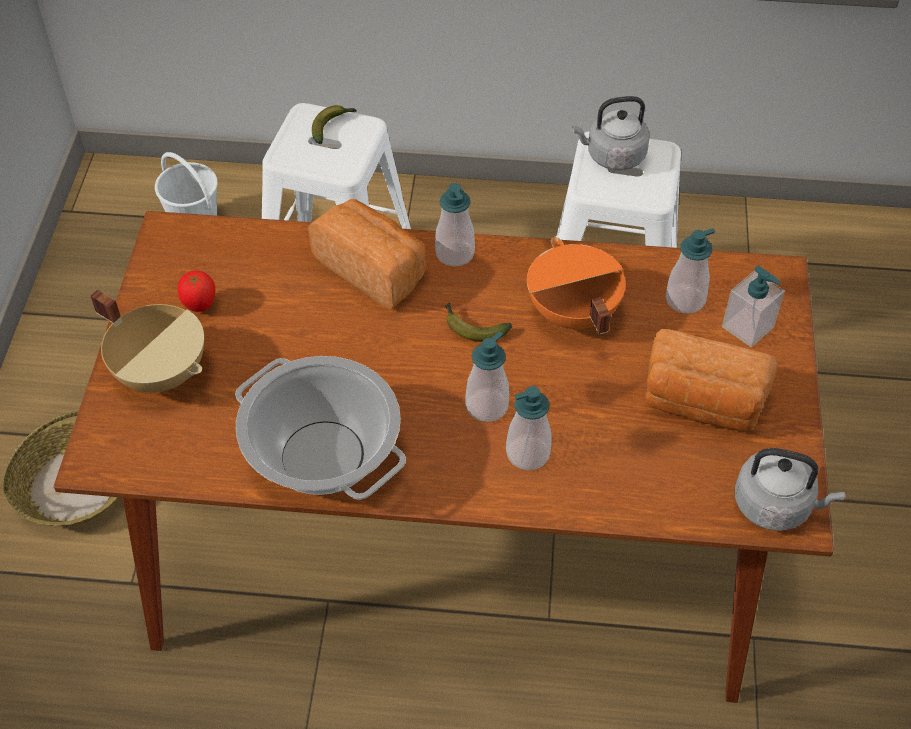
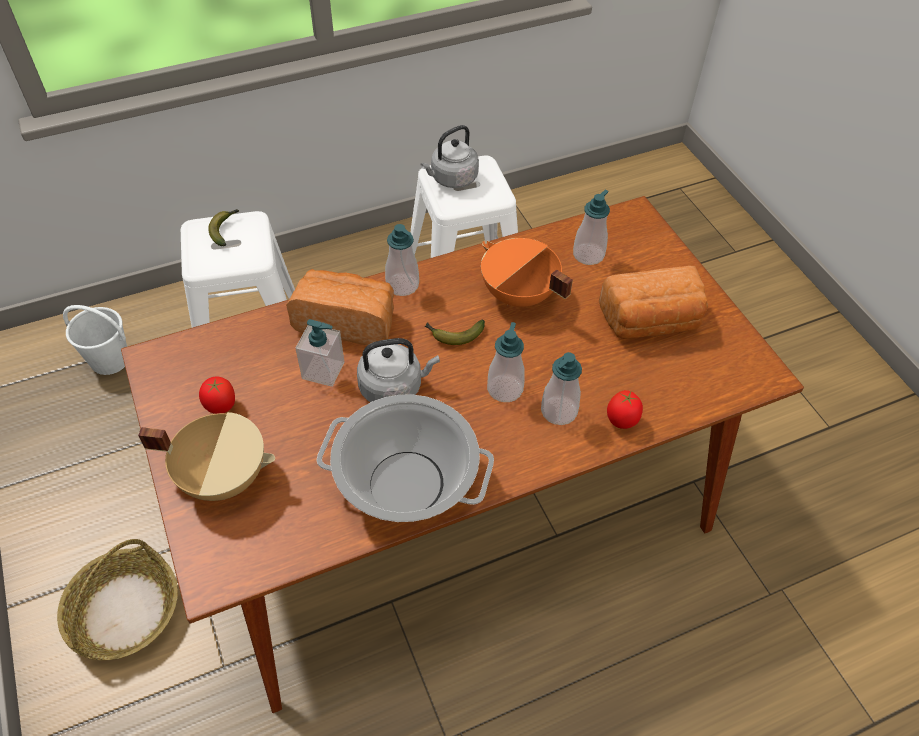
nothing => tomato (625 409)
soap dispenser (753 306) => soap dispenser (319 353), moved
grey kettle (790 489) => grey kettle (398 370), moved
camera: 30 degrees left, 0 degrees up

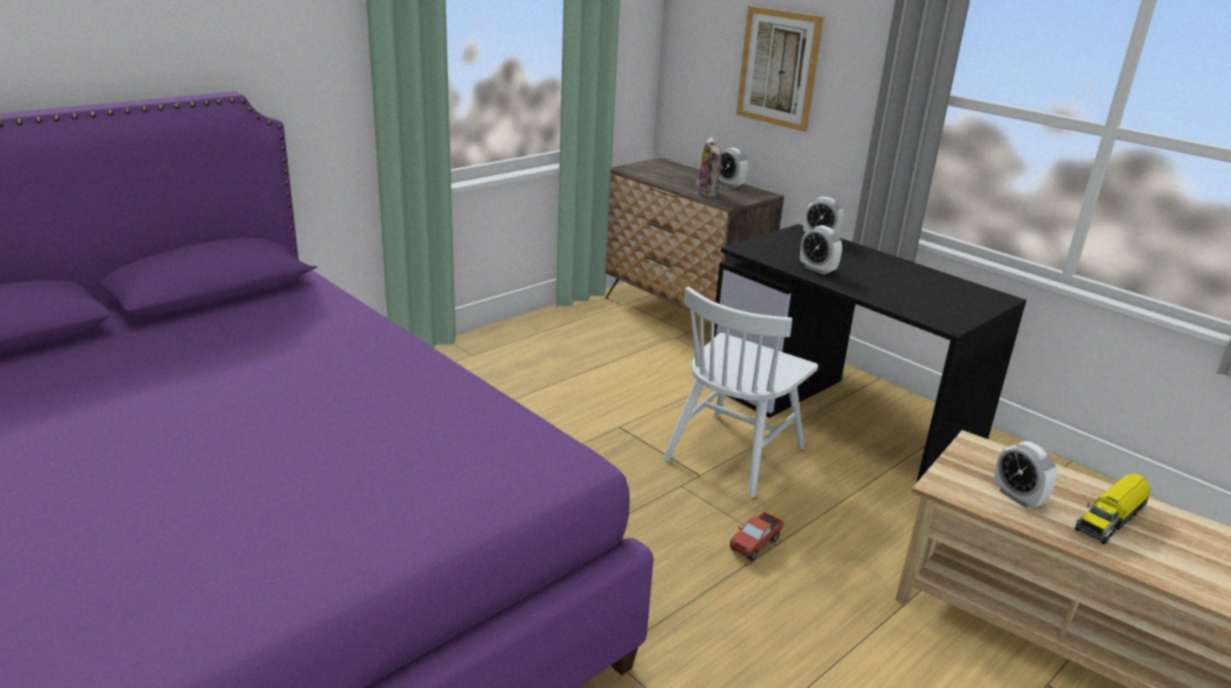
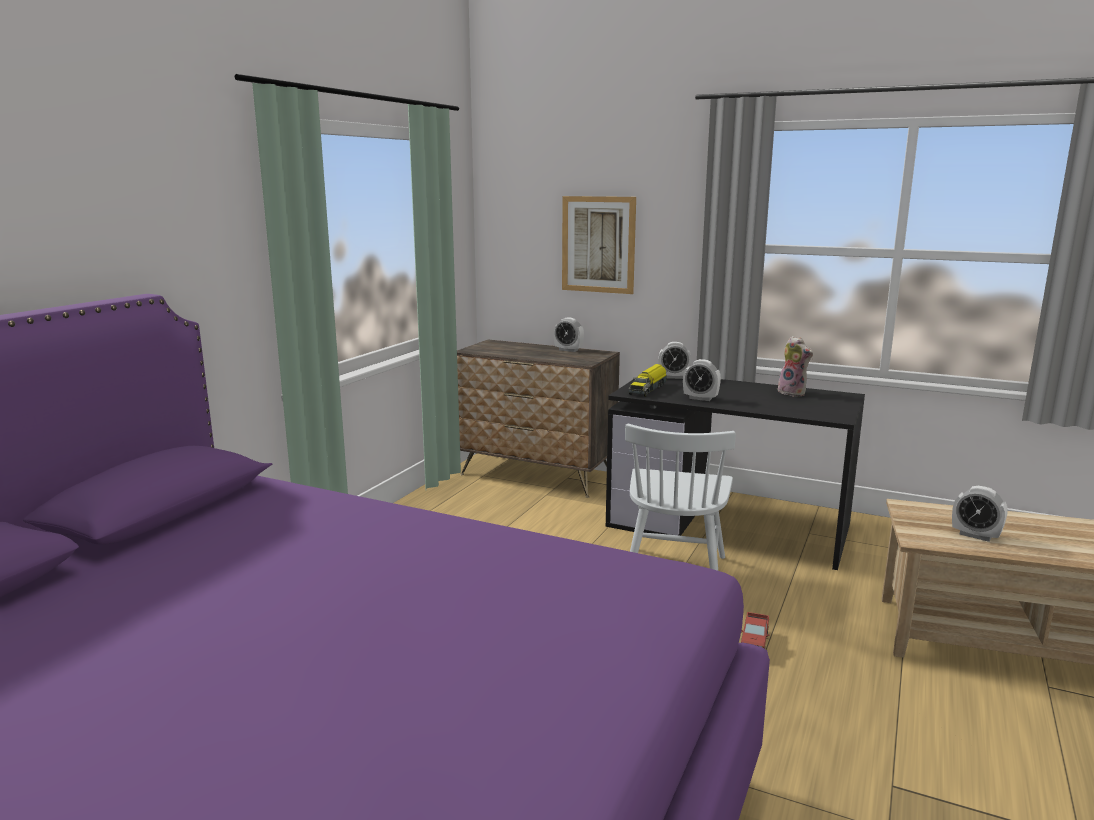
plush toy (709 167) => plush toy (795 366), moved
toy truck (1112 509) => toy truck (648 380), moved
camera: 20 degrees left, 10 degrees down

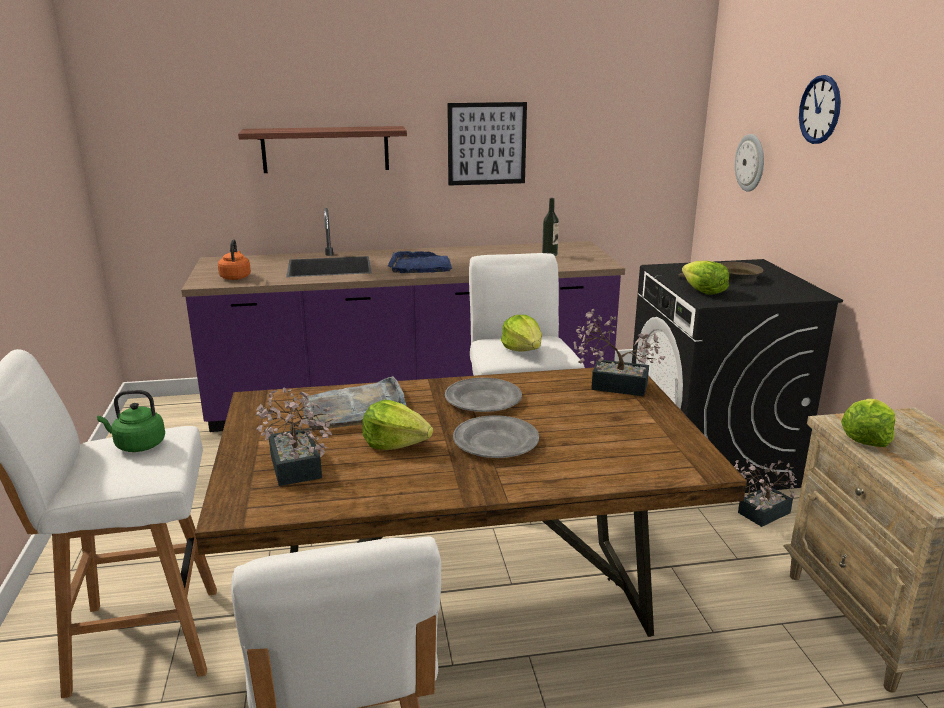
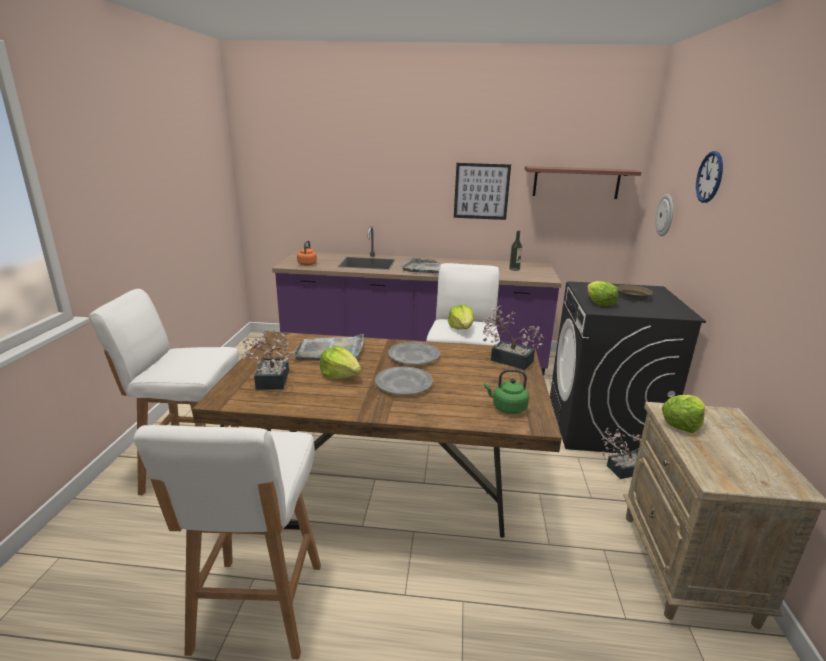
green kettle (131 421) => green kettle (506 391), moved
shelf (322 149) => shelf (583 182), moved
blue tray (420 262) => grey tray (421 265)
camera: 15 degrees right, 0 degrees up

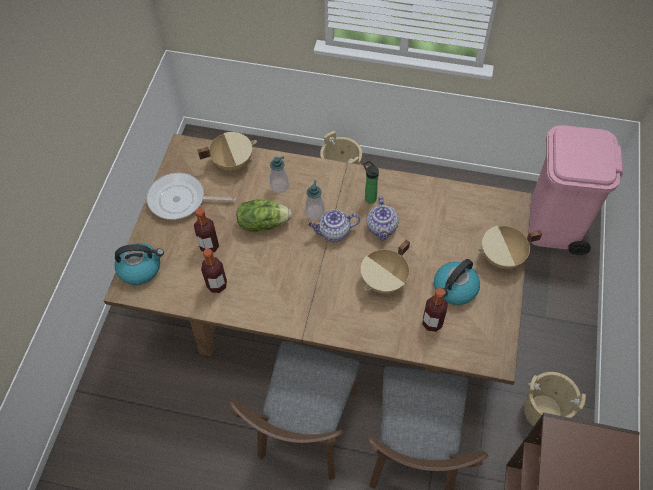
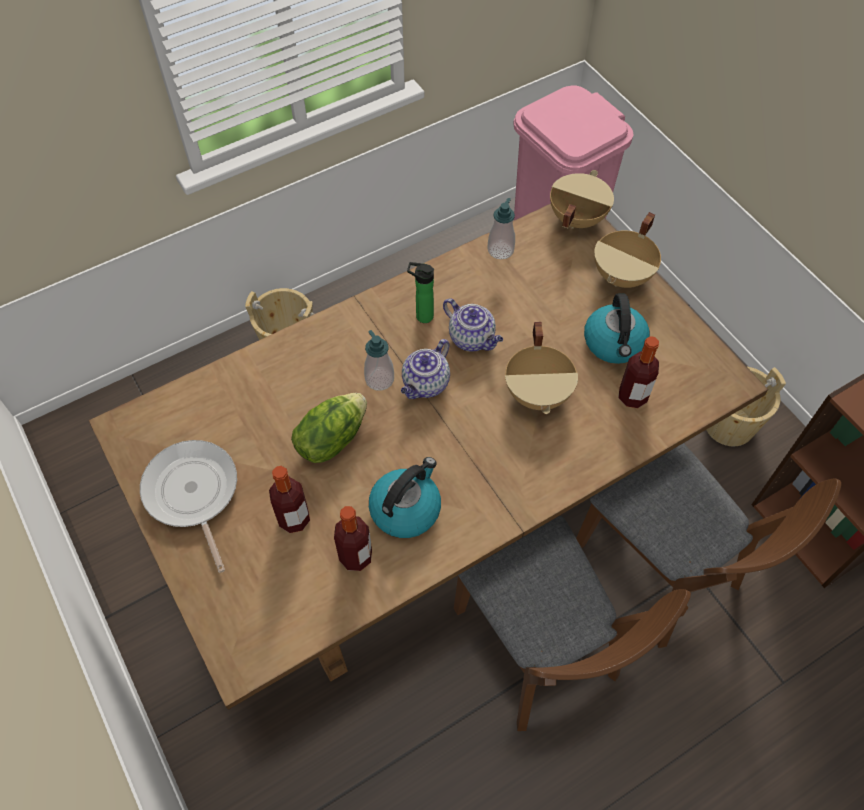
kettle (139 264) => kettle (405 497), moved
beige cooking pot (227 151) => beige cooking pot (582 199), moved
soap dispenser (279 174) => soap dispenser (501 228), moved
frying pan (191 196) => frying pan (188 506), 105 degrees clockwise
camera: 45 degrees left, 0 degrees up

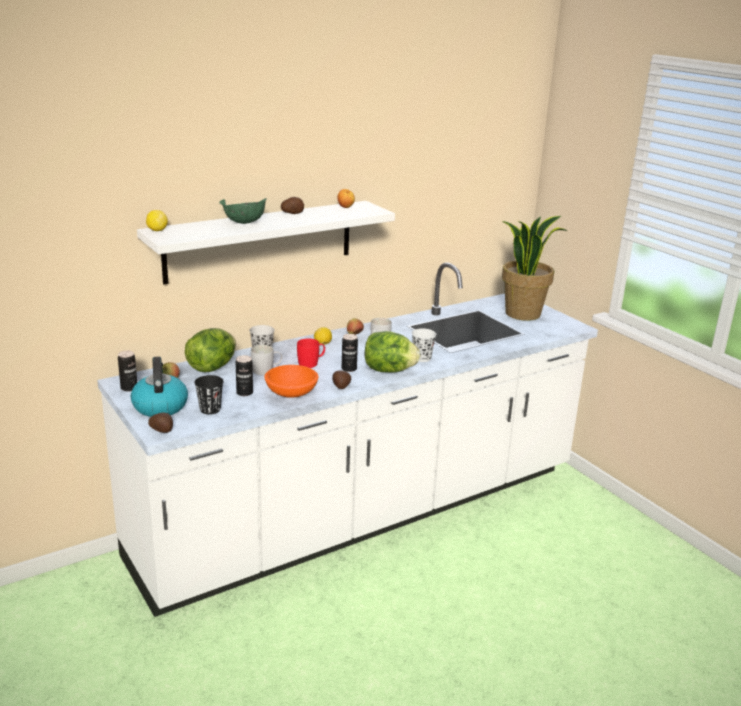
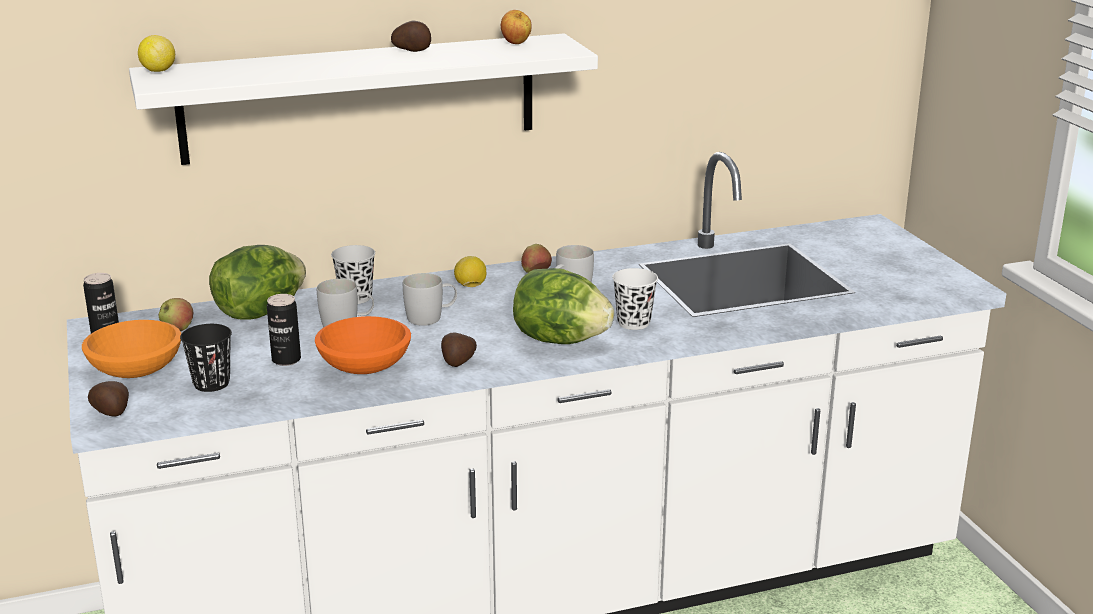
green bowl (243 211) => nothing
can (350 353) => nothing
potted plant (535 268) => nothing
kettle (159 387) => orange bowl (131 349)
red mug (311 353) => white mug (430 299)
camera: 15 degrees right, 0 degrees up

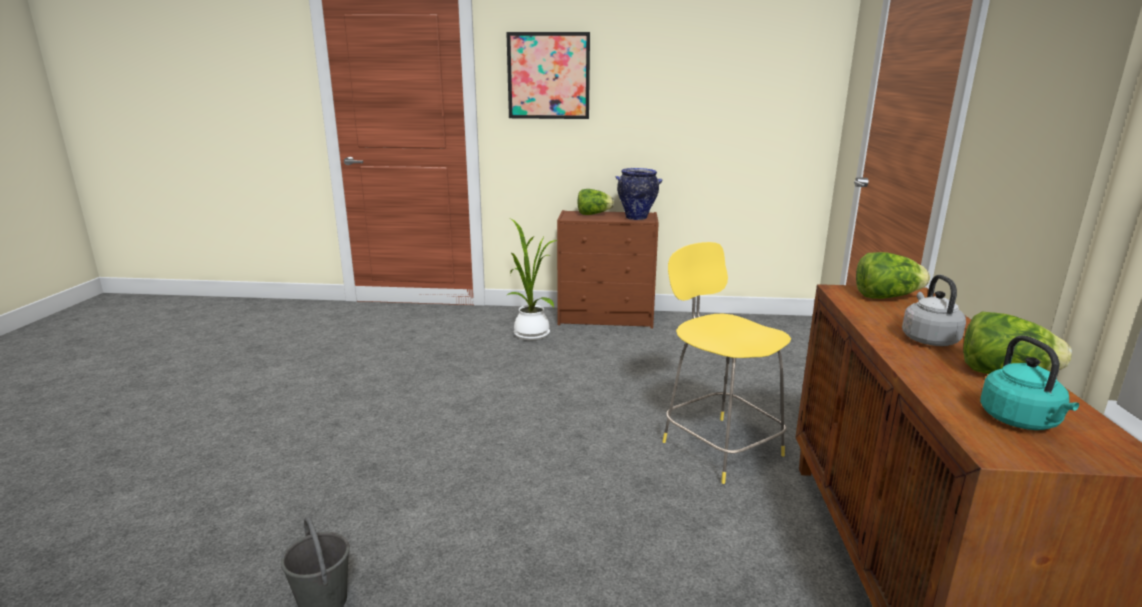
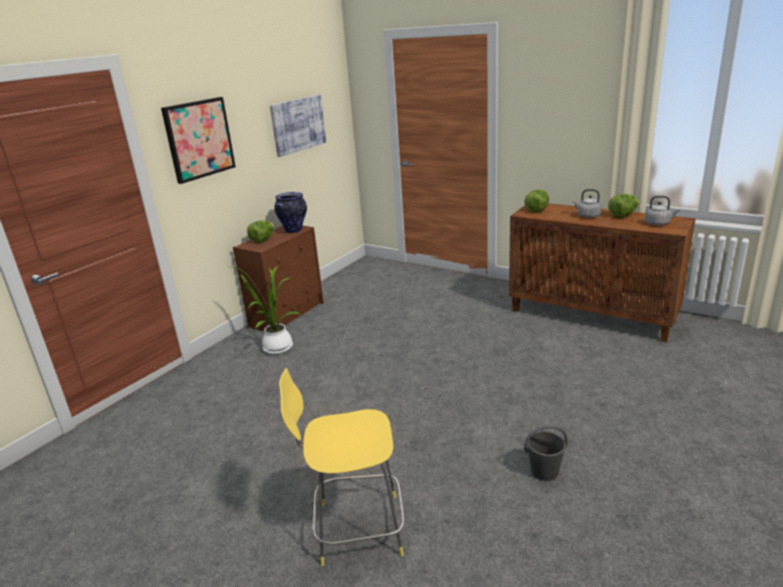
nothing => picture (298 126)
yellow stool (726 363) => yellow stool (342 467), moved
turquoise kettle (1029 382) => grey kettle (662 210)
camera: 60 degrees left, 5 degrees up

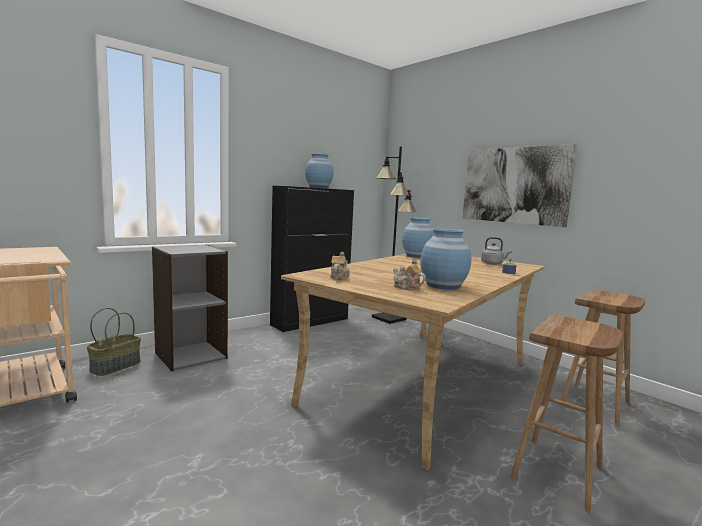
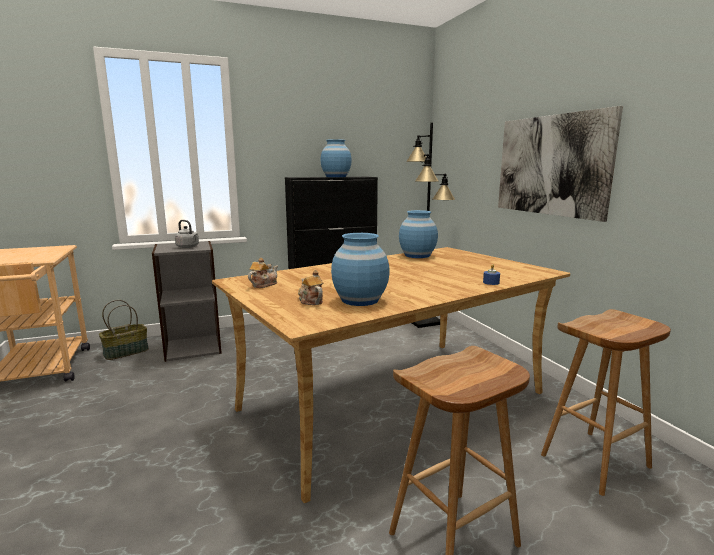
grey kettle (496 251) => grey kettle (187 234), moved
camera: 20 degrees right, 5 degrees up

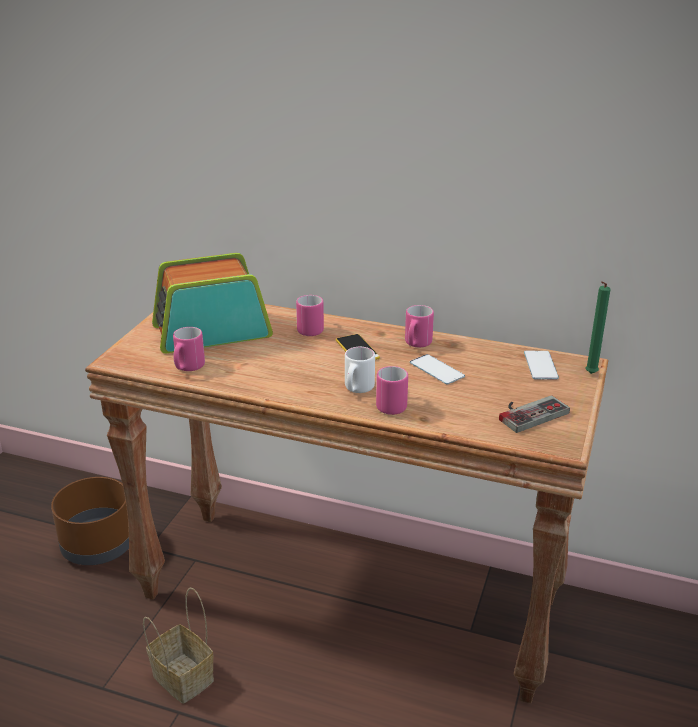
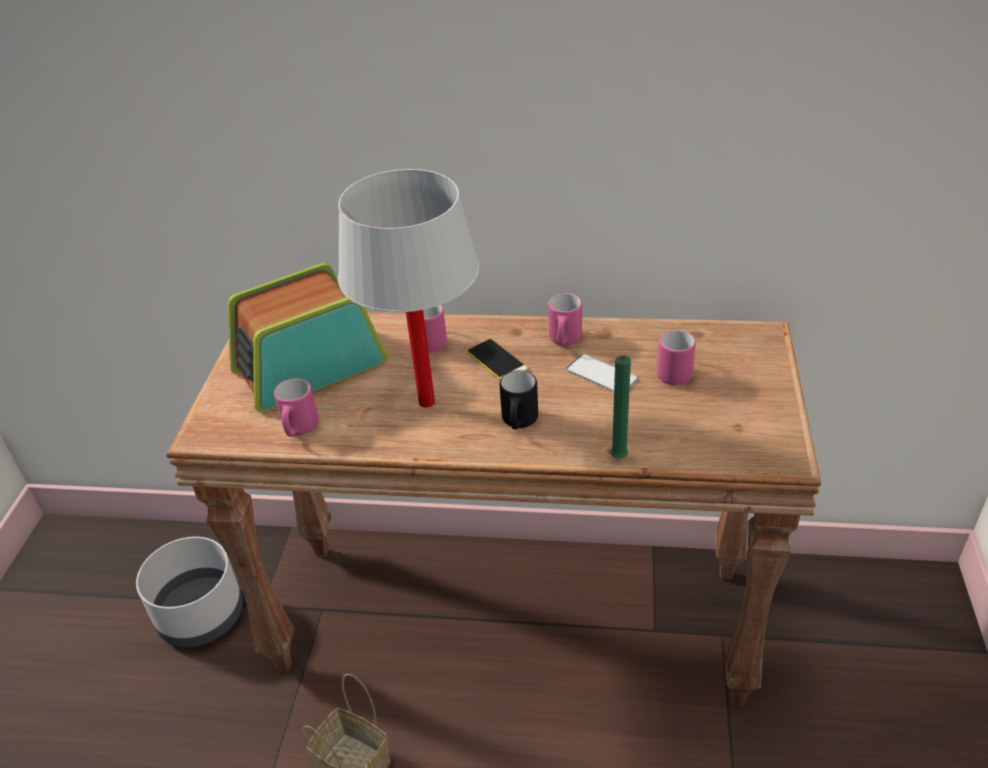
game controller (534 414) => nothing
phone (541 365) => nothing
nothing => white table lamp (408 288)
pink mug (392 390) => pink mug (676 357), moved
green candle (598 327) => green candle (620 407), moved
brown planter (90 521) => grey planter (189 592)
white mug (360 370) => black mug (519 400)
camera: 10 degrees left, 10 degrees up

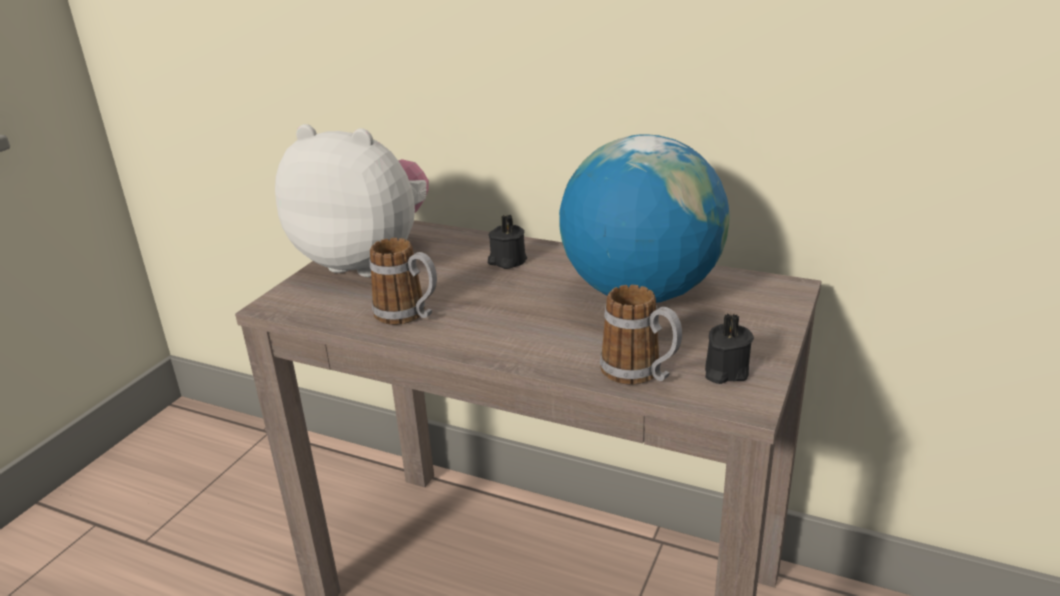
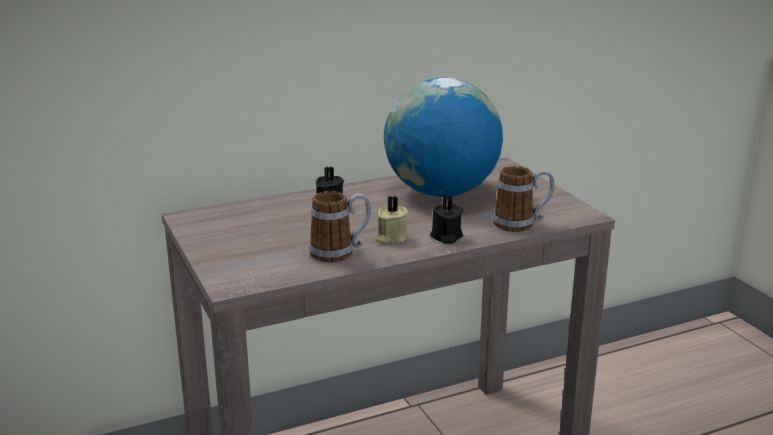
plush toy (352 200) => nothing
nothing => beige candle (392 220)
black candle (729 348) => black candle (446 219), moved
camera: 50 degrees left, 5 degrees down

